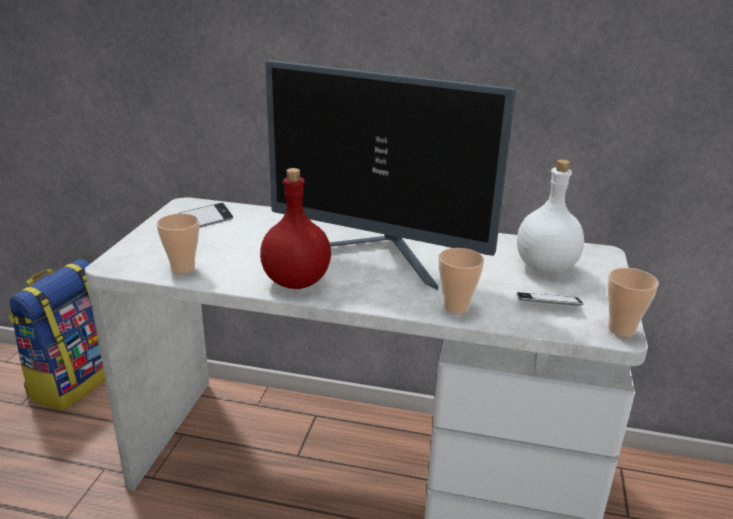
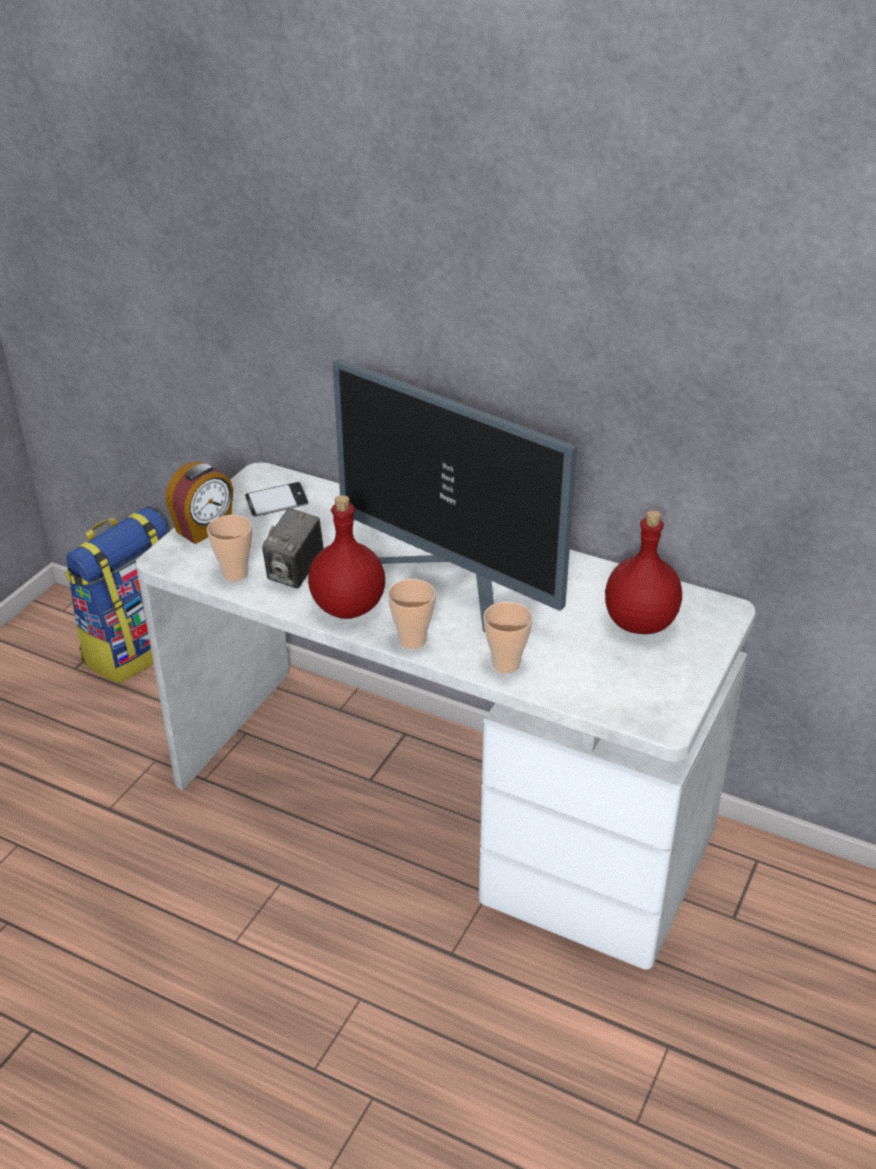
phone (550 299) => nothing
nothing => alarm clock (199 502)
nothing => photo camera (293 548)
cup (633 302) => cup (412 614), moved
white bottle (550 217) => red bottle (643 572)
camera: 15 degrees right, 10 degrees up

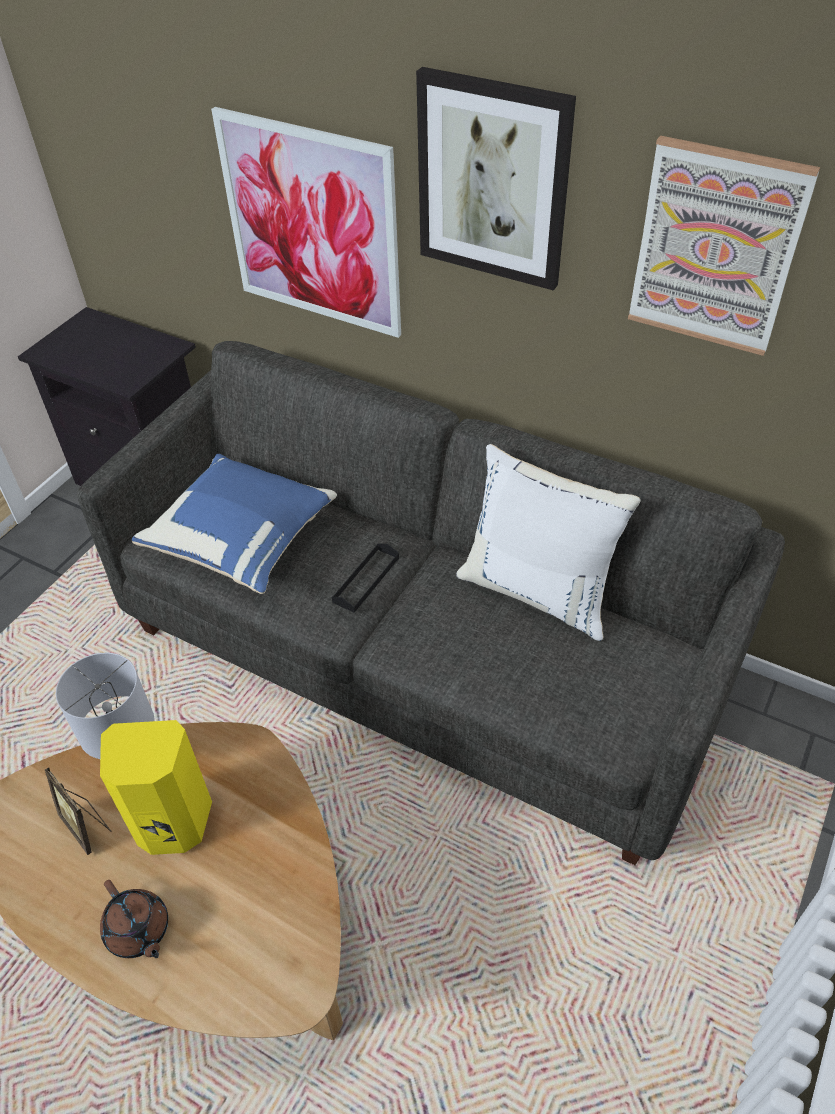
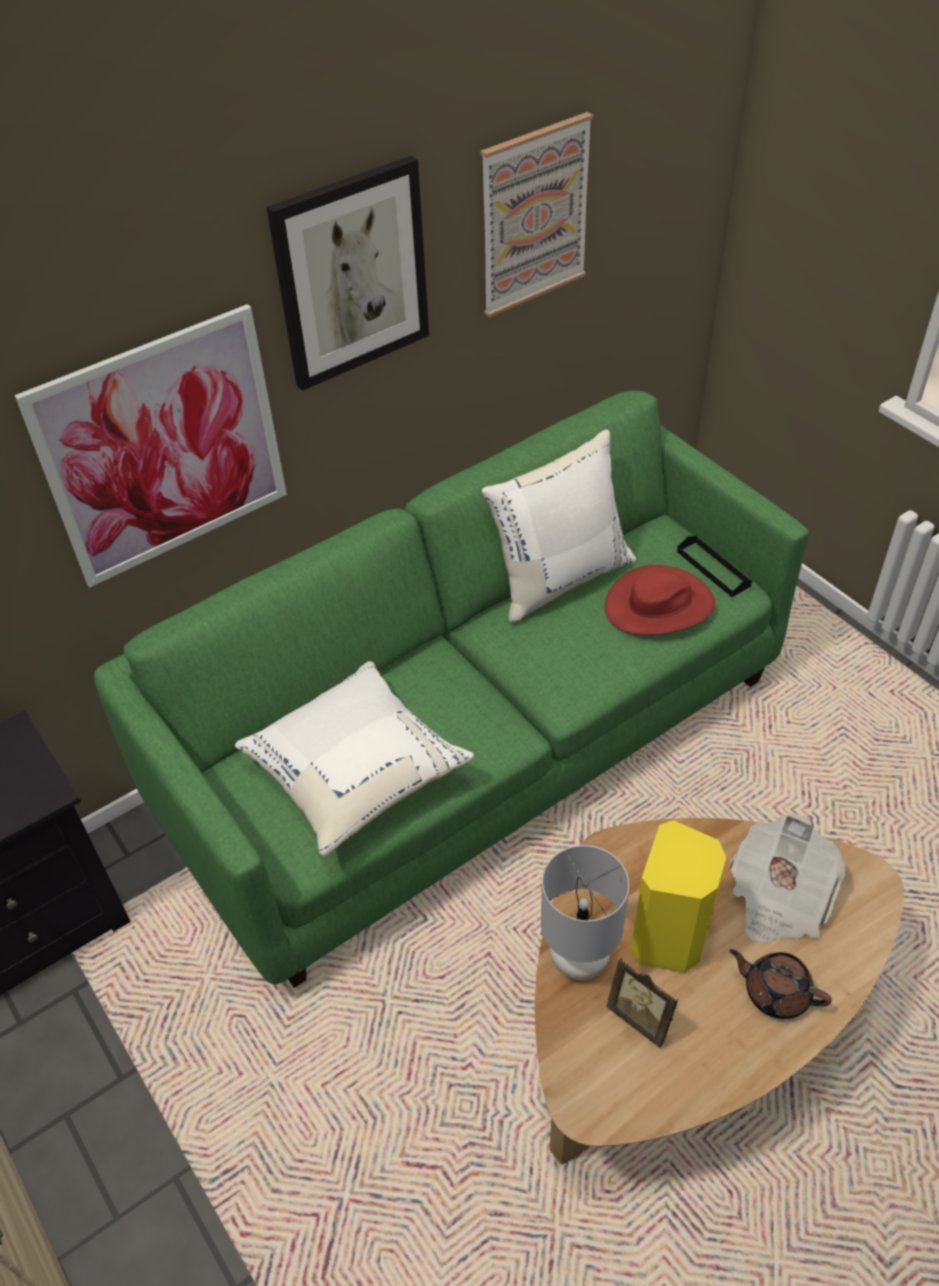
nothing => red hat (660 600)
nothing => newspaper (788 877)
black tray (365 578) => black tray (714 566), moved
grey sofa (431 603) => green sofa (451 689)
blue pillow (234 524) => white pillow (354 758)
picture frame (78 811) => picture frame (642 1002), 60 degrees clockwise
brown teapot (134 919) => brown teapot (780 984), 135 degrees counterclockwise
camera: 65 degrees left, 0 degrees up

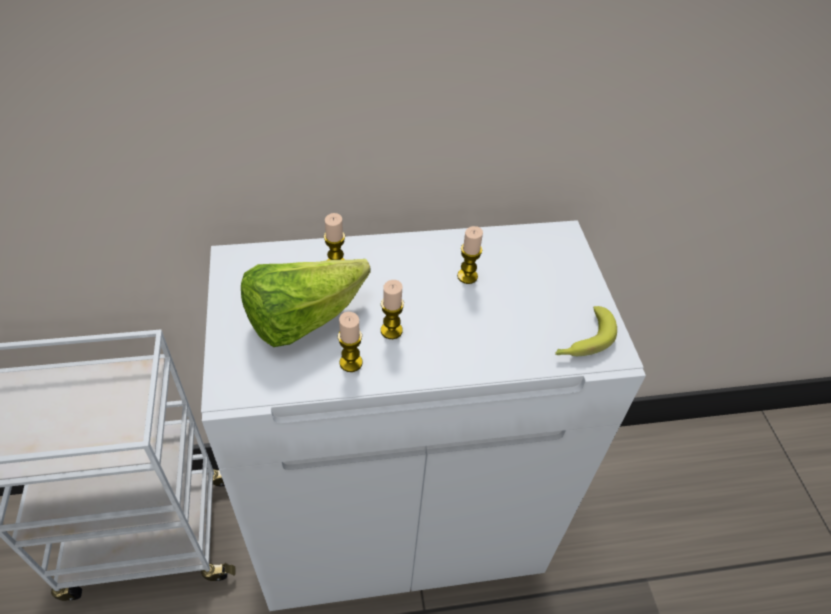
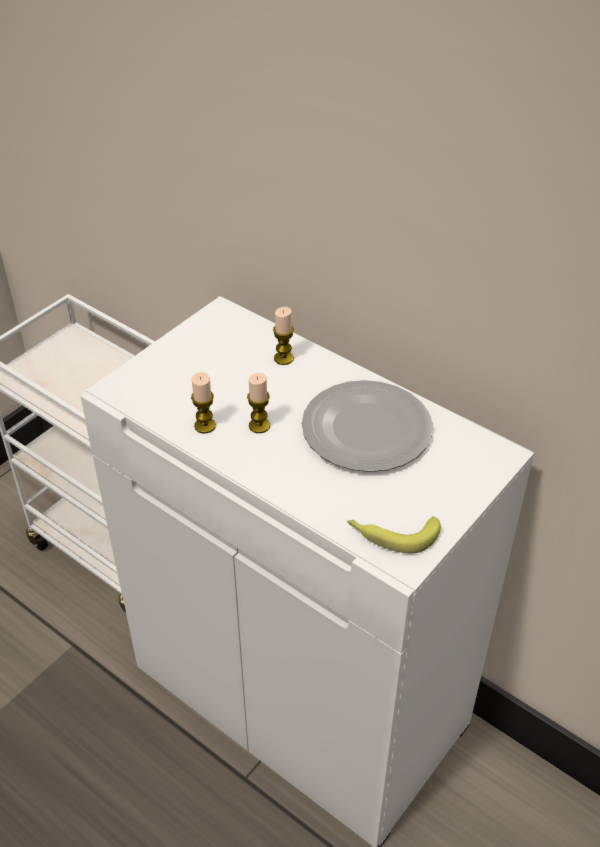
lettuce (306 303) => nothing
candle (470 255) => plate (367 426)
camera: 50 degrees right, 5 degrees down

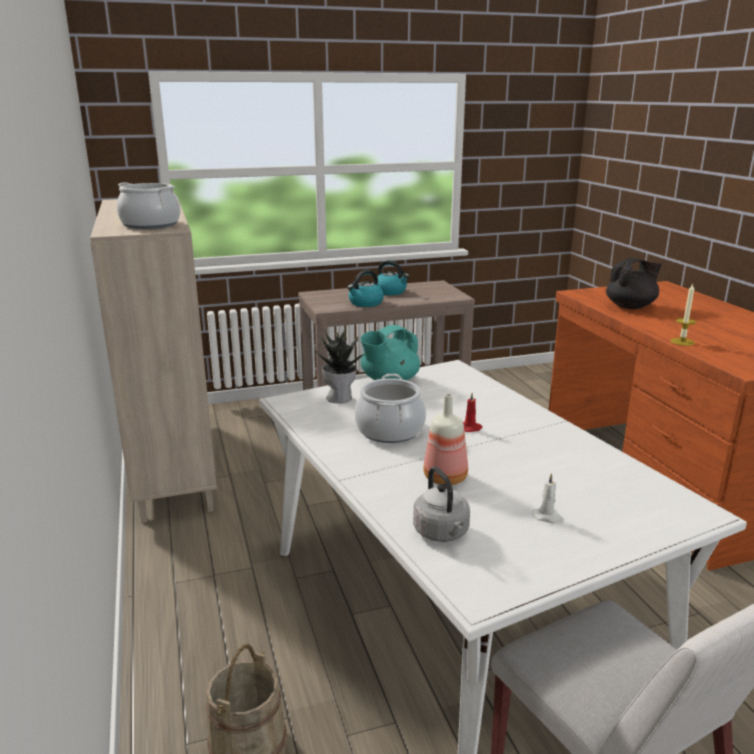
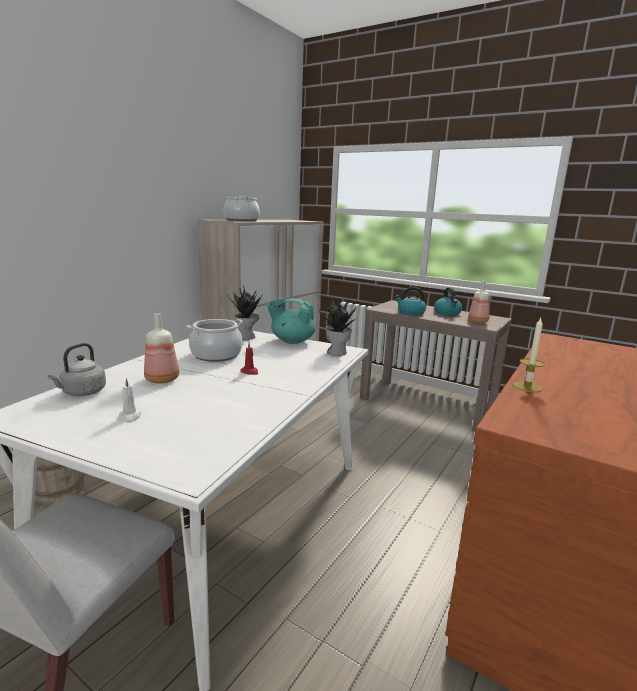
black teapot (634 283) => nothing
nothing => potted plant (338 327)
nothing => bottle (479 302)
camera: 50 degrees right, 5 degrees down

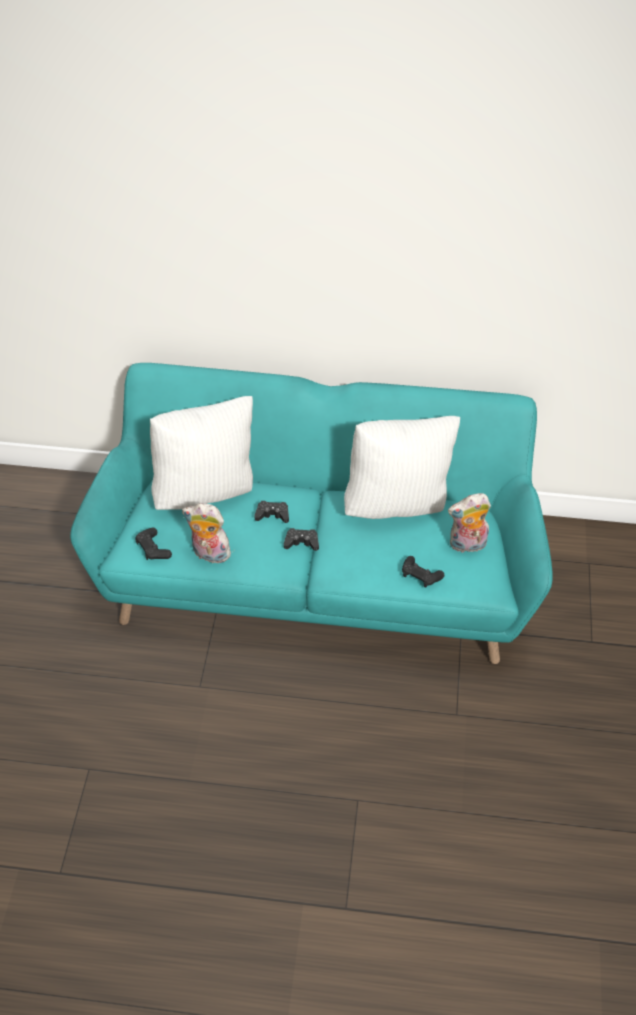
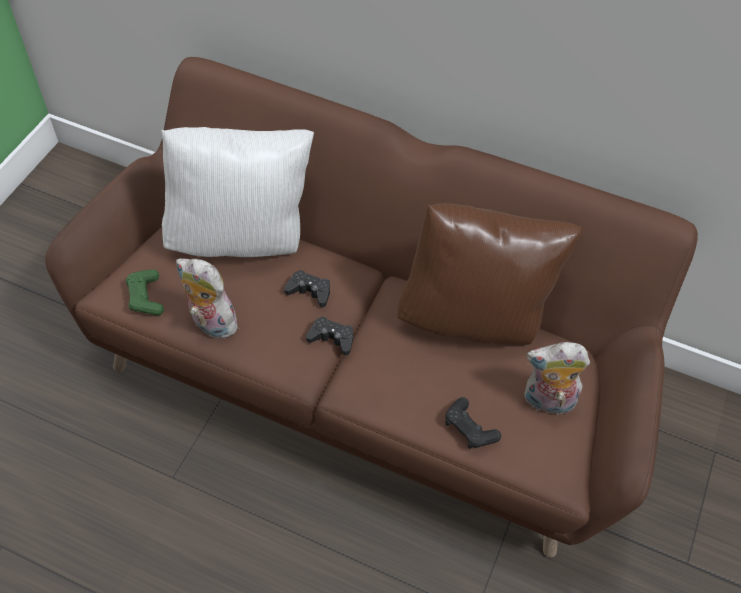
turquoise sofa (311 513) => brown sofa (371 307)
black game controller (153 543) => green game controller (145 293)
white pillow (402 467) => brown pillow (489 274)
camera: 15 degrees right, 5 degrees up

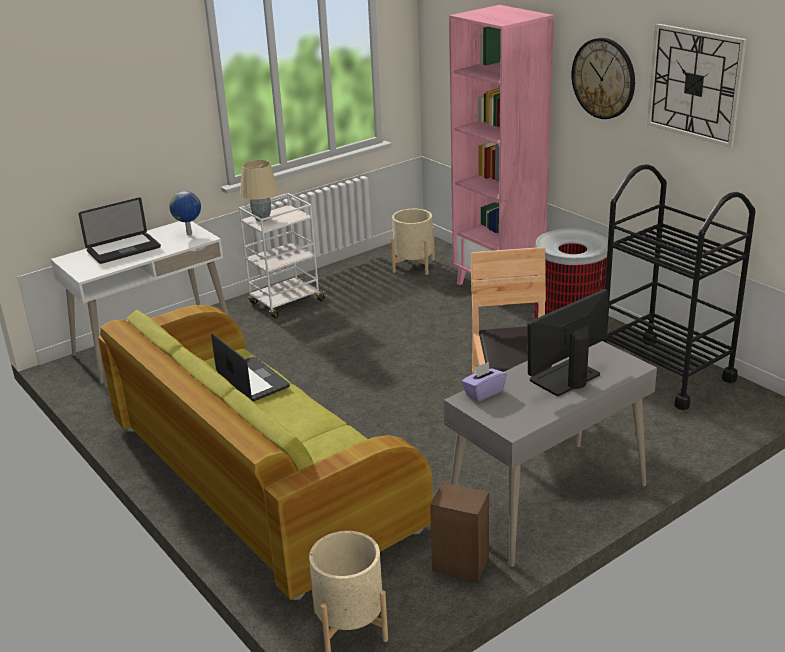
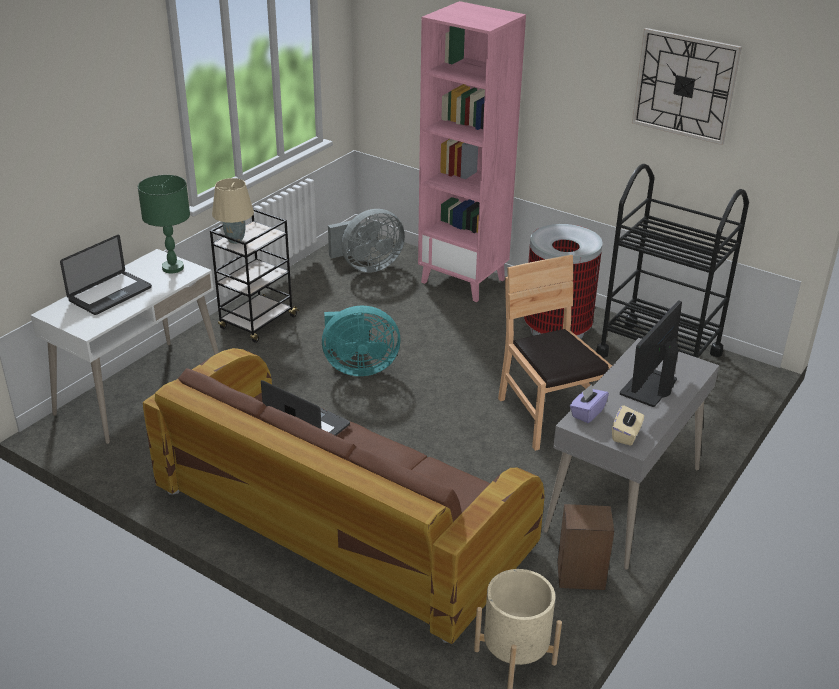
wall clock (603 78) => nothing
nothing => turquoise fan (361 341)
nothing => beige tissue box (628 425)
globe (185 213) => green table lamp (164 224)
beige planter (413 242) => grey fan (366 241)
green sofa (265 452) => brown sofa (343 496)
white cart (283 255) => black cart (254 276)
camera: 20 degrees left, 5 degrees up

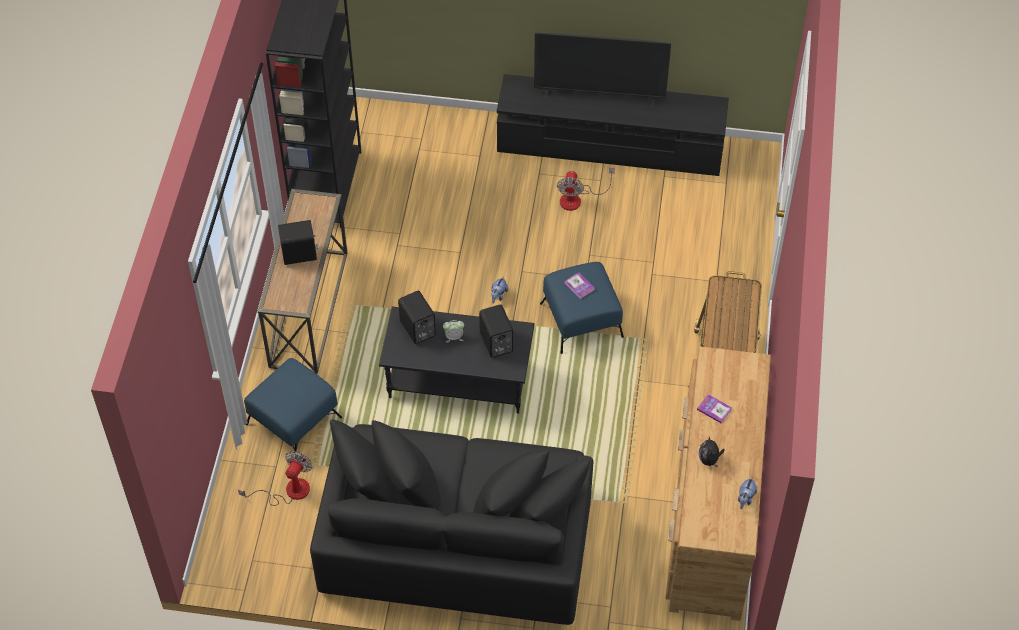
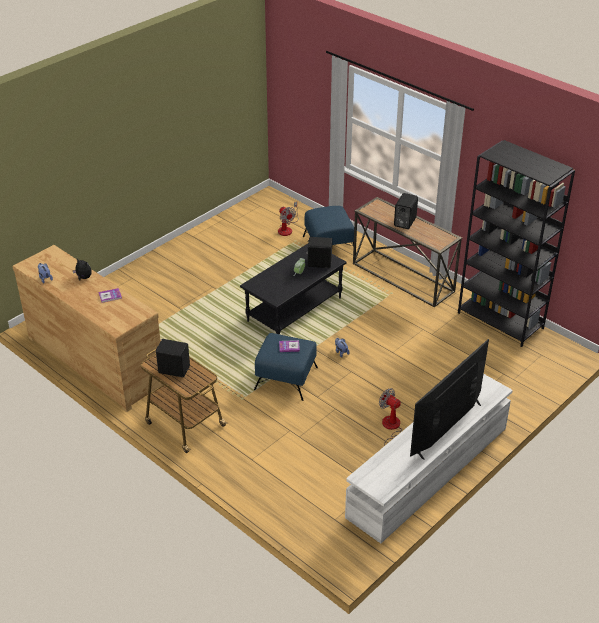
black sofa (451 522) => nothing
black speaker (496 331) => black speaker (173 358), moved
black tv stand (613 125) => white tv stand (429 458)
camera: 125 degrees right, 15 degrees down

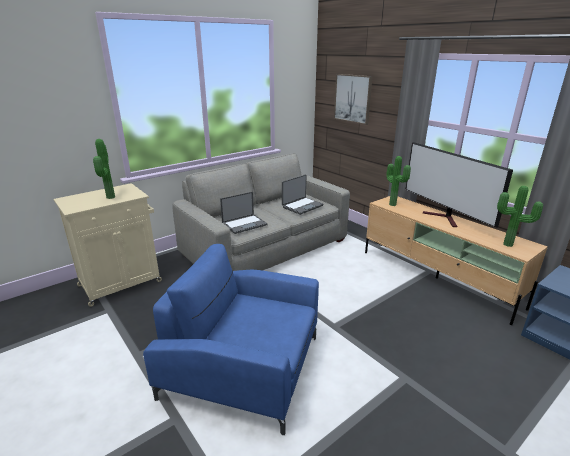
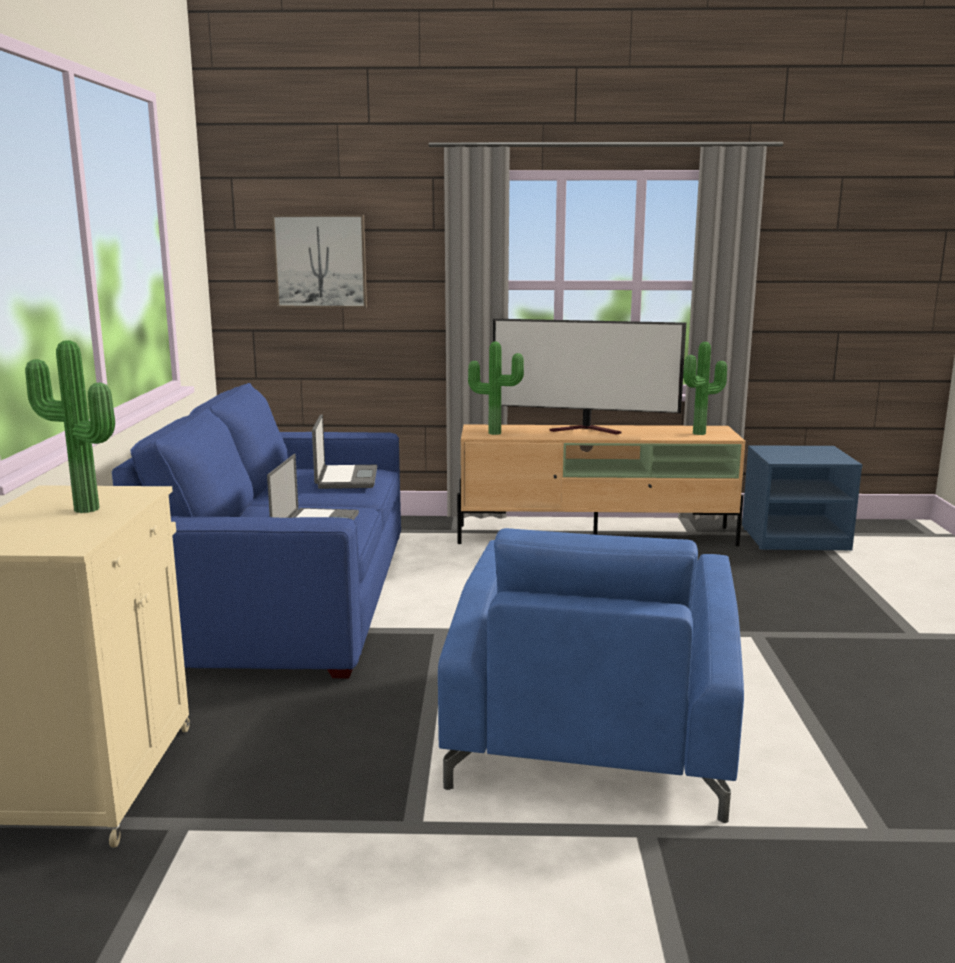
grey sofa (261 212) => blue sofa (256 530)
blue armchair (231 339) => blue armchair (591 675), 45 degrees counterclockwise
camera: 50 degrees left, 10 degrees down

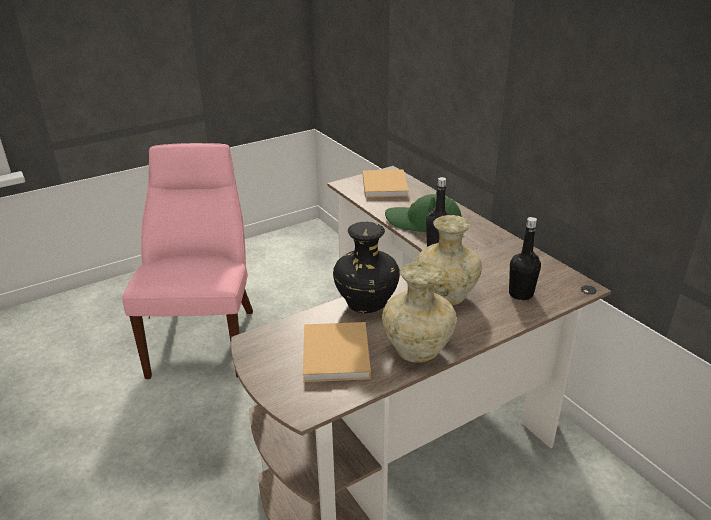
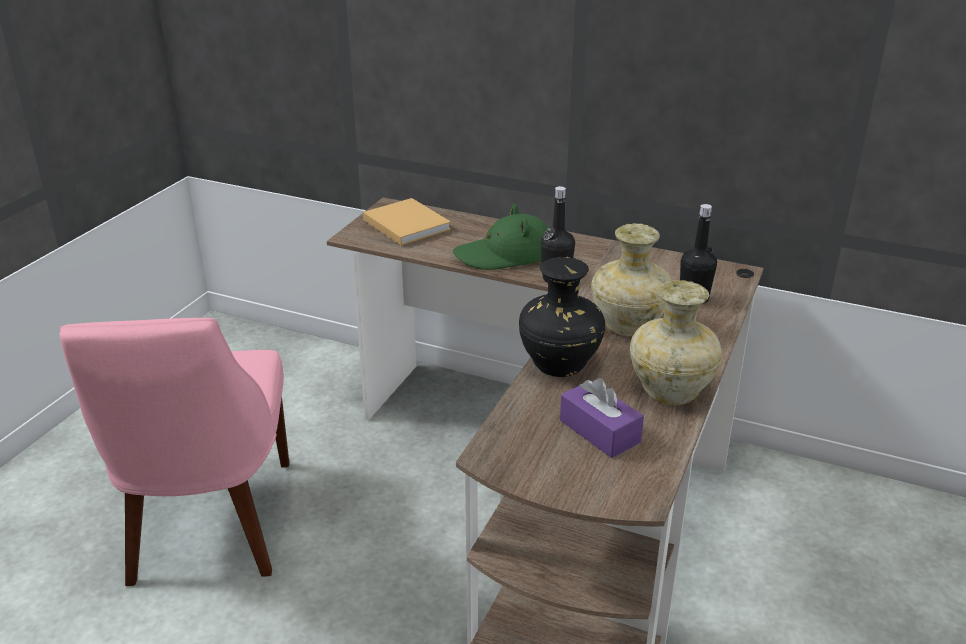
beige book (337 352) => purple tissue box (602 418)
pink chair (187 261) => pink chair (174 452), 150 degrees counterclockwise
camera: 35 degrees left, 0 degrees up

